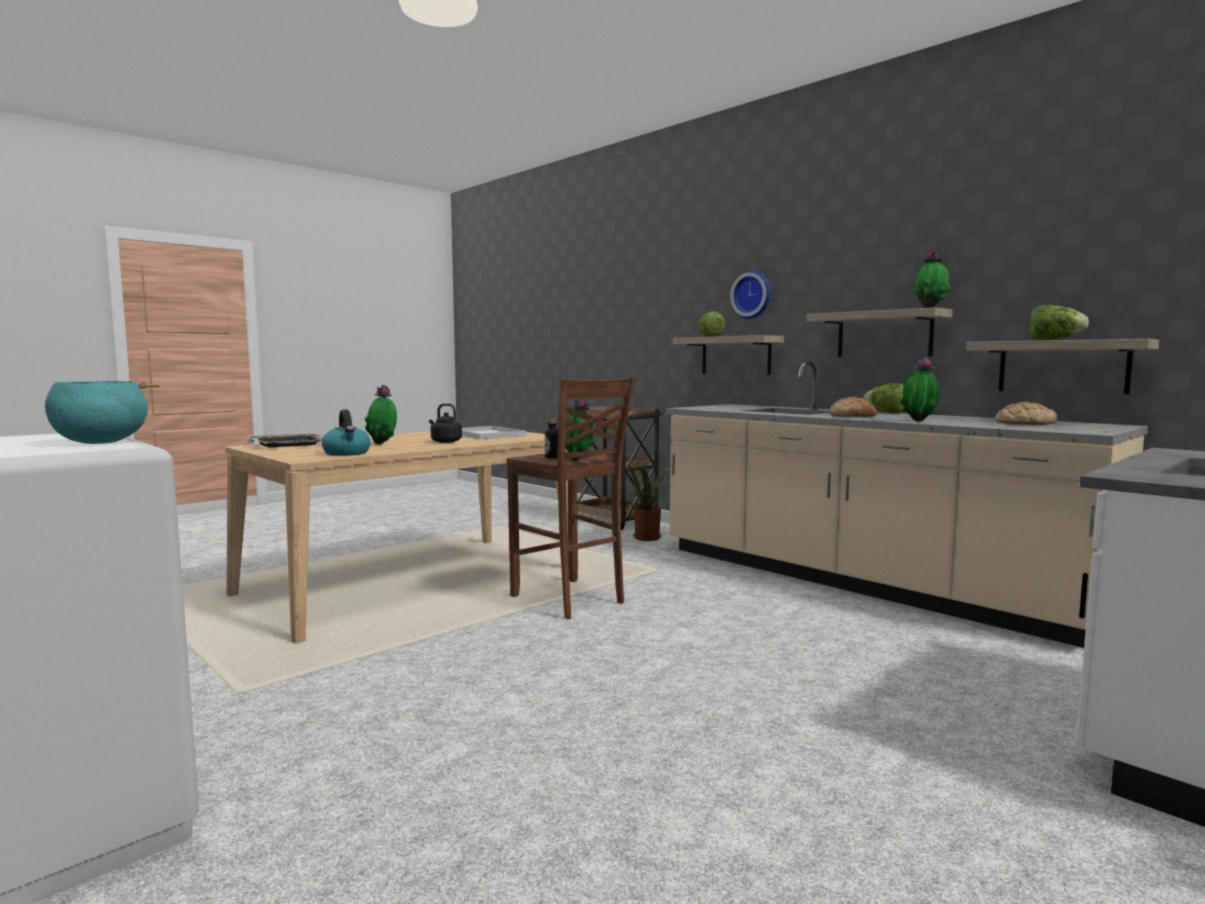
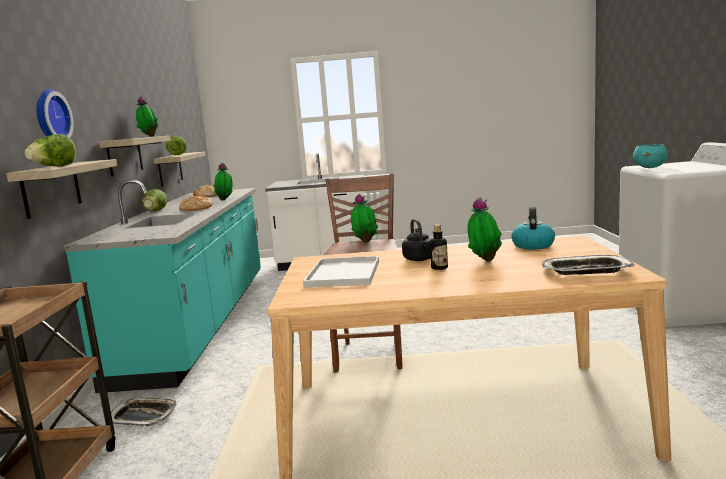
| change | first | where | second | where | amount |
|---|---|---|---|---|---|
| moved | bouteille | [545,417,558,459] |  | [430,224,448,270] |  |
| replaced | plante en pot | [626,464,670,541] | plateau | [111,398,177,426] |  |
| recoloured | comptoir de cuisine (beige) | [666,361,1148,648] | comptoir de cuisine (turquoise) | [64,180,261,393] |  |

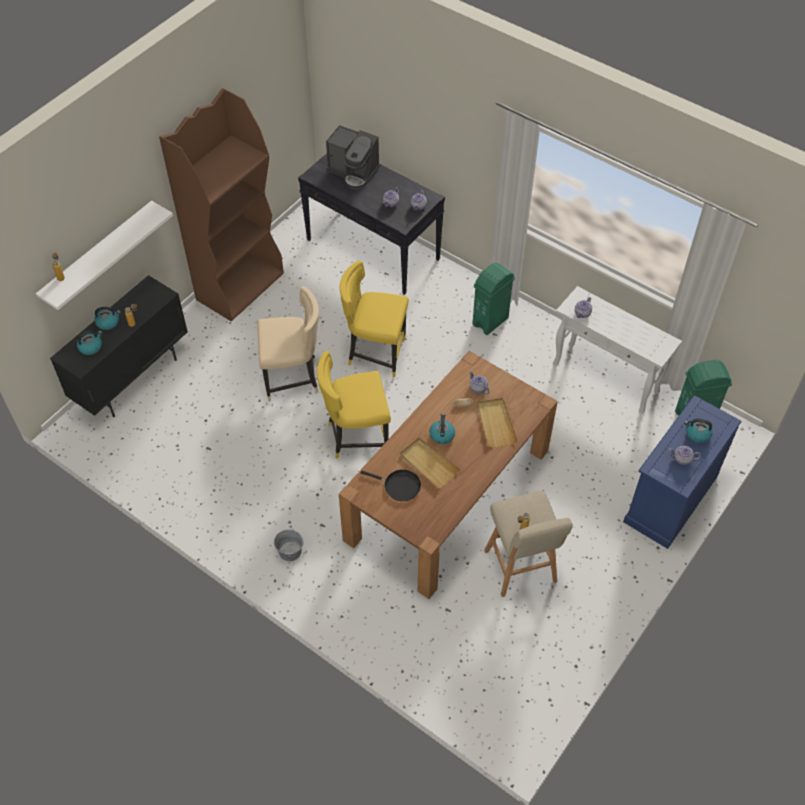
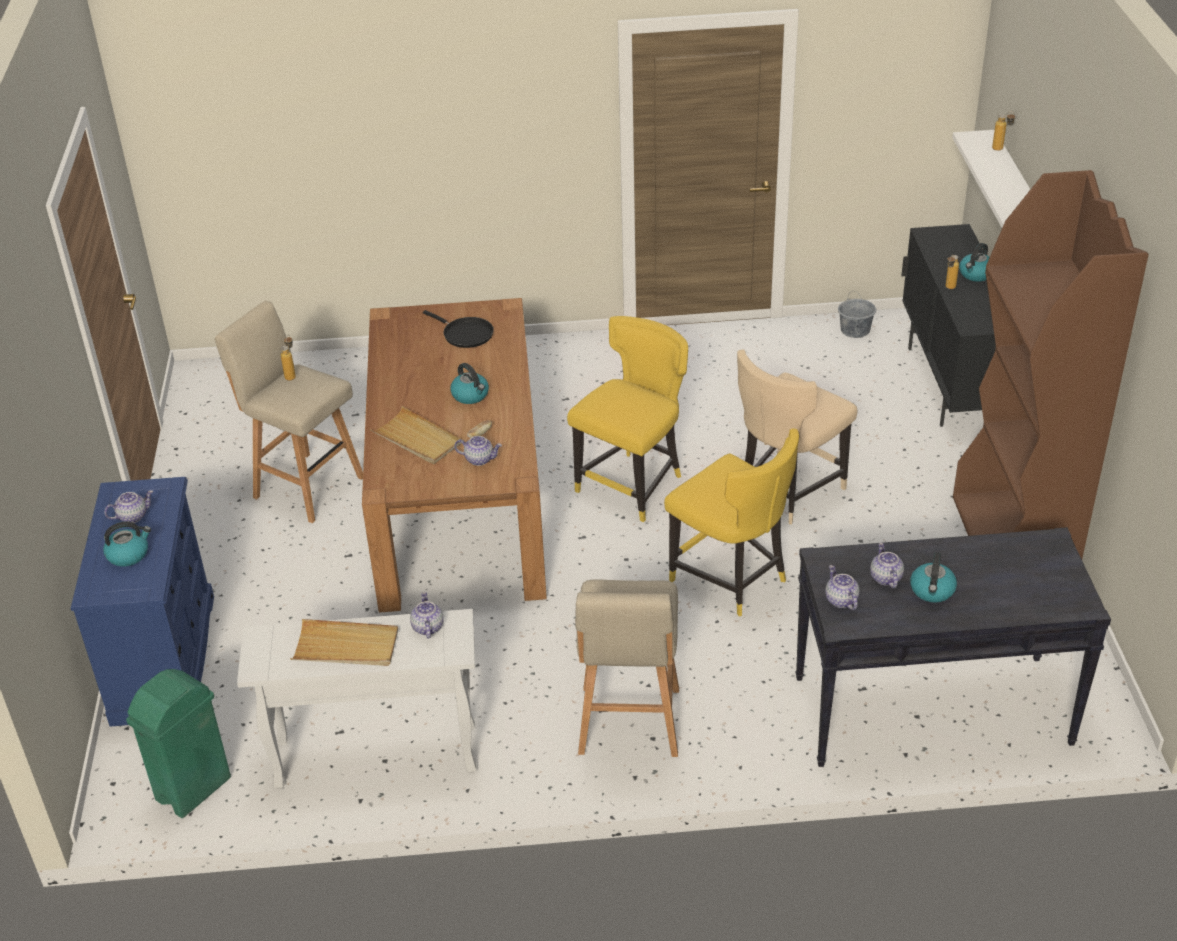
| change | first | where | second | where | amount |
|---|---|---|---|---|---|
| removed | machine à café | [326,125,381,189] |  |  |  |
| moved | bouilloire | [77,330,102,355] |  | [910,552,957,603] |  |
| moved | seau (gris) | [274,530,303,561] |  | [838,291,876,338] |  |
| moved | plateau (beige) | [400,438,460,488] |  | [290,619,398,666] |  |
| replaced | poubelle (vert) | [472,263,515,335] | tabouret (beige) | [575,579,679,757] |  |
| turned | chaise (jaune) | [339,261,409,377] |  | [664,429,799,616] | 75 degrees clockwise |
| turned | poêle (noir) | [360,469,421,501] |  | [423,310,494,348] | 120 degrees counterclockwise |

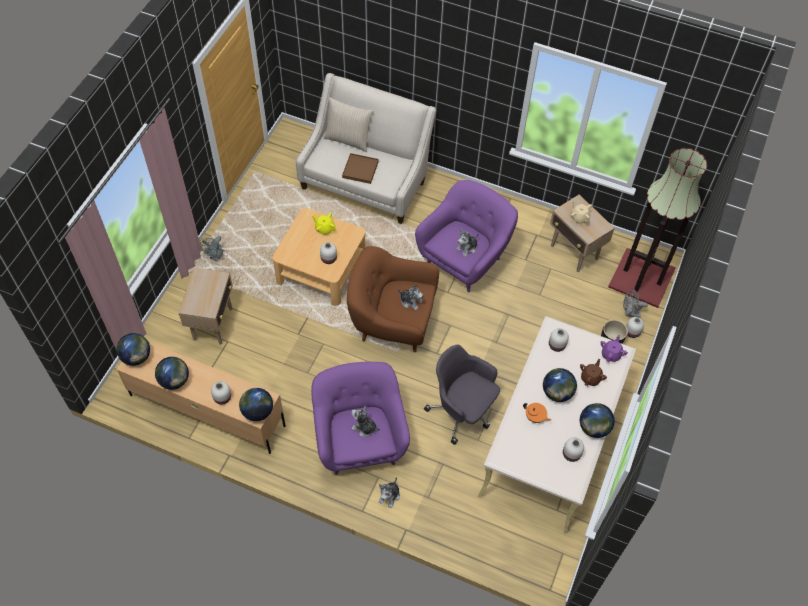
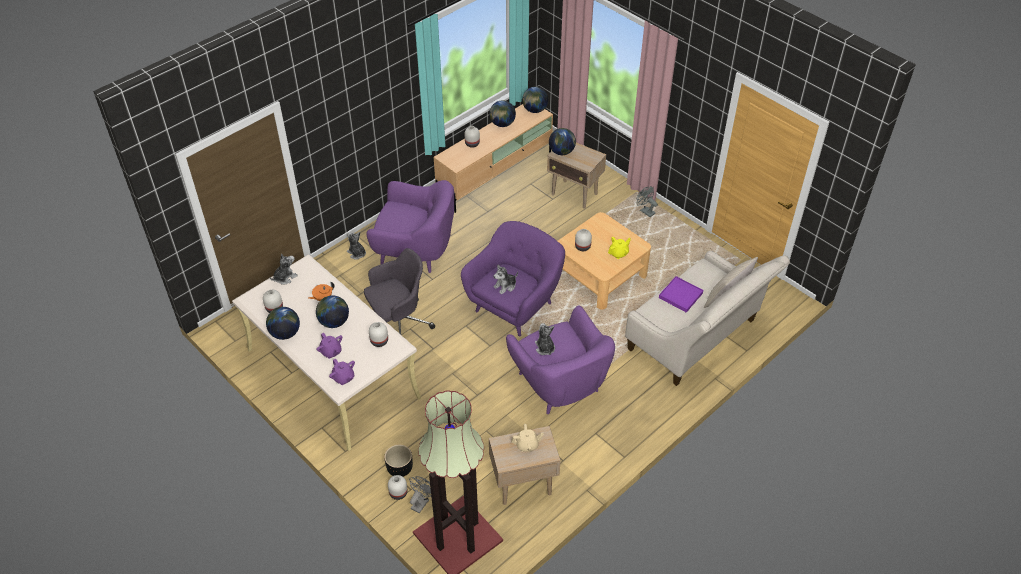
| change | first | where | second | where | amount |
|---|---|---|---|---|---|
| moved | globe | [239,388,273,421] |  | [549,128,576,155] |  |
| moved | peluche | [351,405,380,437] |  | [270,254,298,285] |  |
| recoloured | plateau (marron) | [342,153,379,184] | plateau (violet) | [659,276,703,313] |  |
| recoloured | fauteuil (marron) | [347,246,439,353] | fauteuil (violet) | [461,221,565,337] |  |
| recoloured | théière (marron) | [580,359,607,386] | théière (violet) | [316,333,342,359] |  |

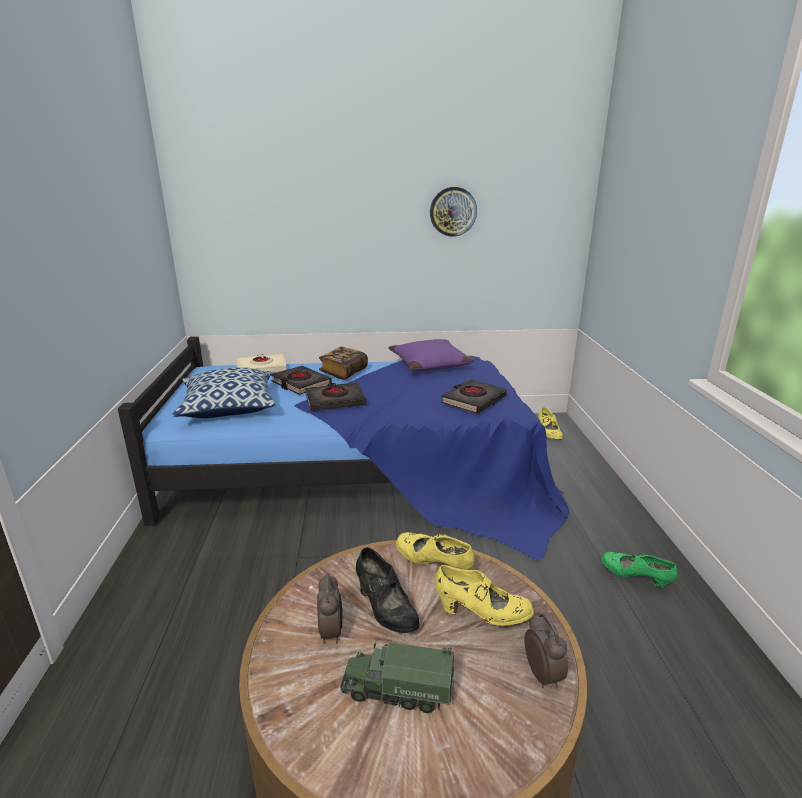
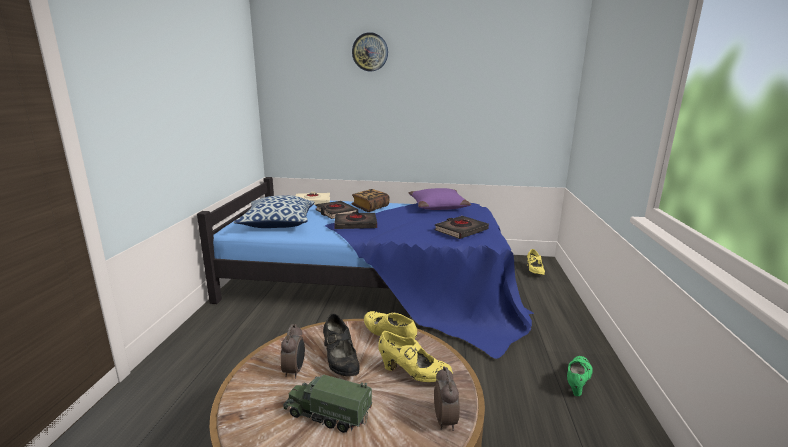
| change | first | where | second | where | amount |
|---|---|---|---|---|---|
| moved | horloge murale | [430,187,477,237] |  | [352,32,388,71] |  |
| turned | chaussure (vert) | [601,552,677,588] |  | [567,356,593,397] | 75 degrees clockwise |

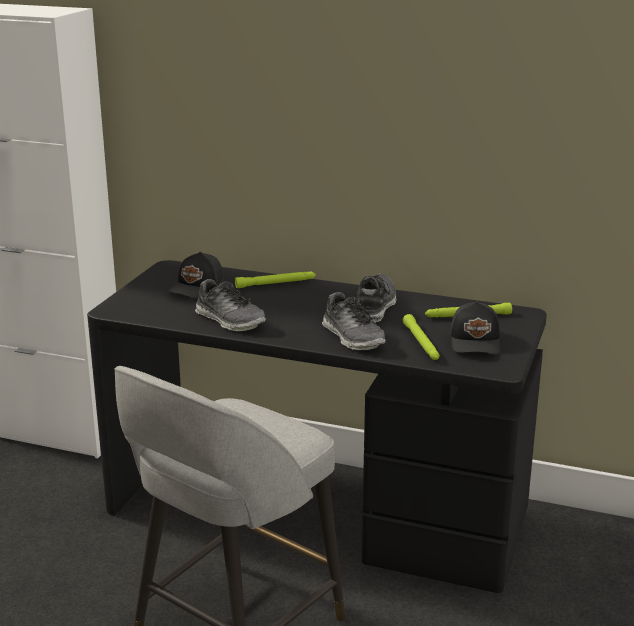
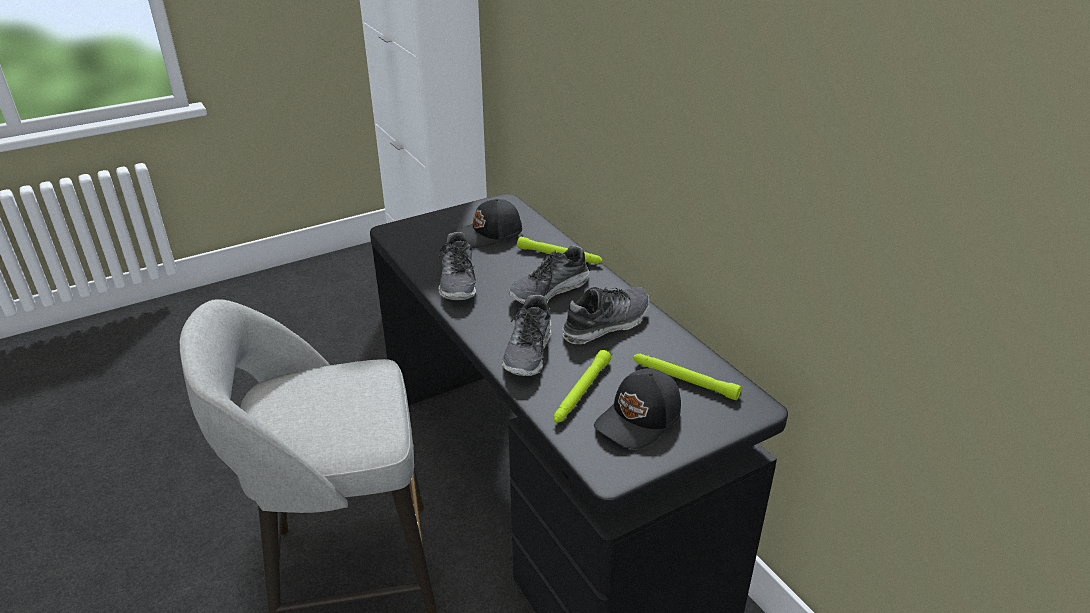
| change | first | where | second | where | amount |
|---|---|---|---|---|---|
| added |  |  | chaussure | [509,245,589,304] |  |

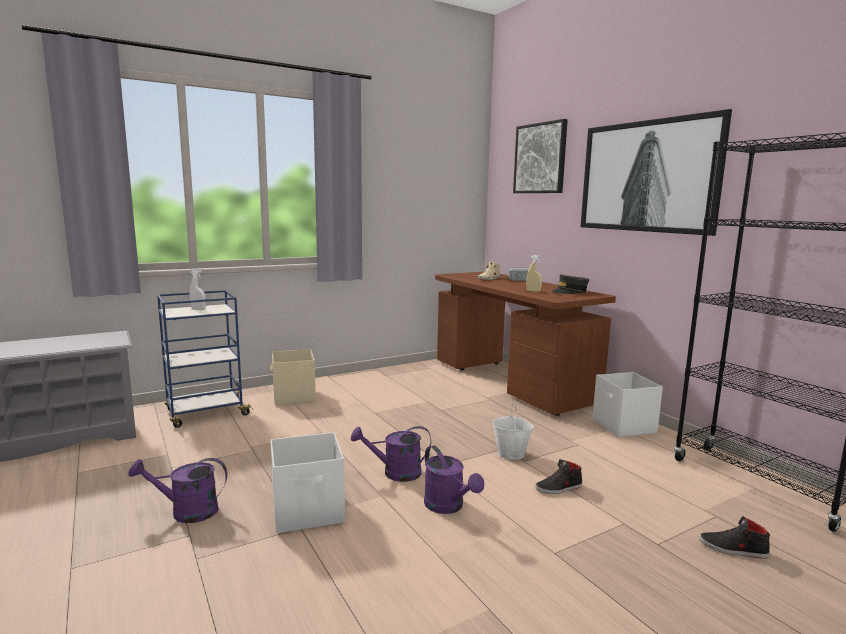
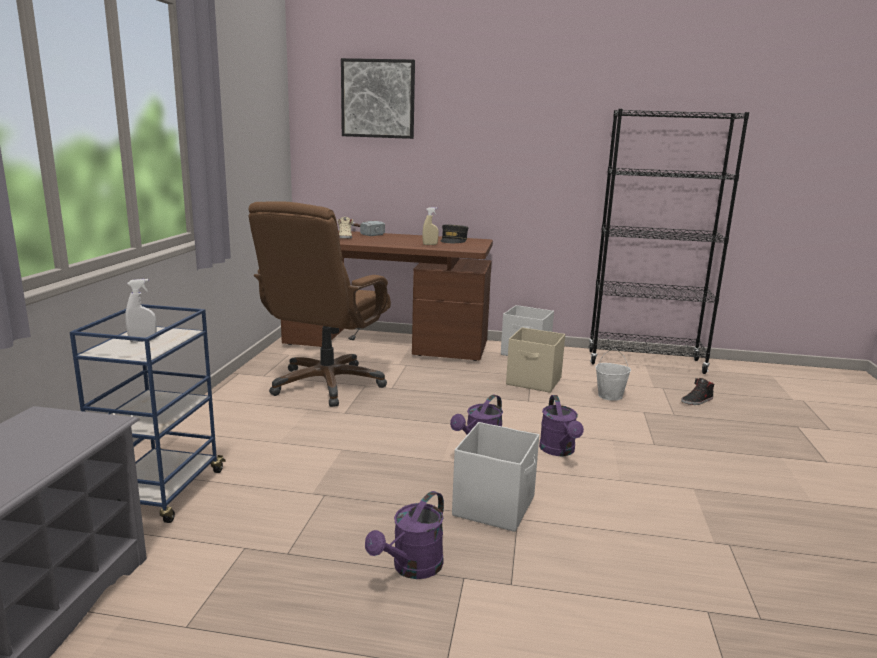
| change | first | where | second | where | amount |
|---|---|---|---|---|---|
| removed | chaussure (noir) | [535,459,582,494] |  |  |  |
| removed | tableau | [581,109,732,236] |  |  |  |
| added |  |  | chaise de bureau (marron) | [248,202,391,407] |  |
| moved | boîte de rangement (beige) | [270,349,316,406] |  | [506,327,565,393] |  |
| moved | seau (blanc) | [493,402,534,460] |  | [595,349,631,401] |  |
| turned | arrosoir (violet) | [424,445,484,514] |  | [539,395,584,456] | 75 degrees clockwise |

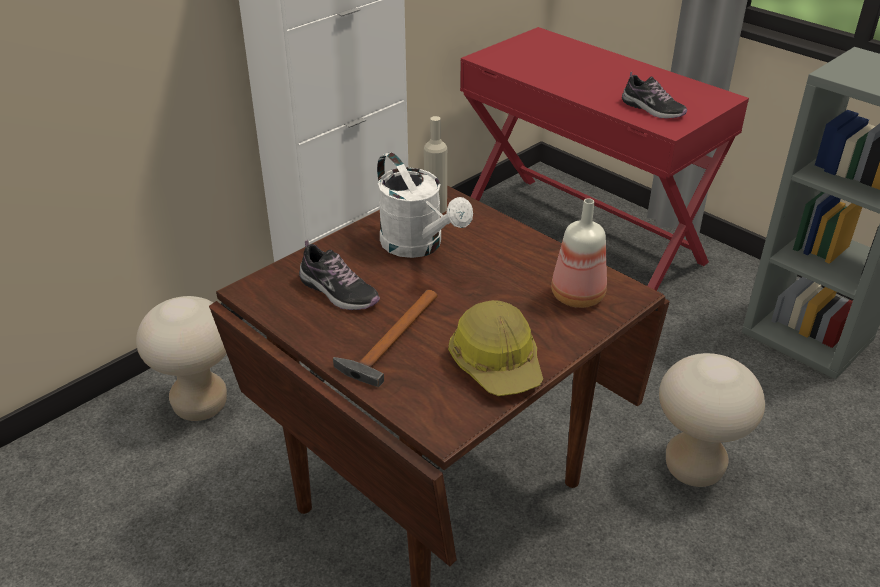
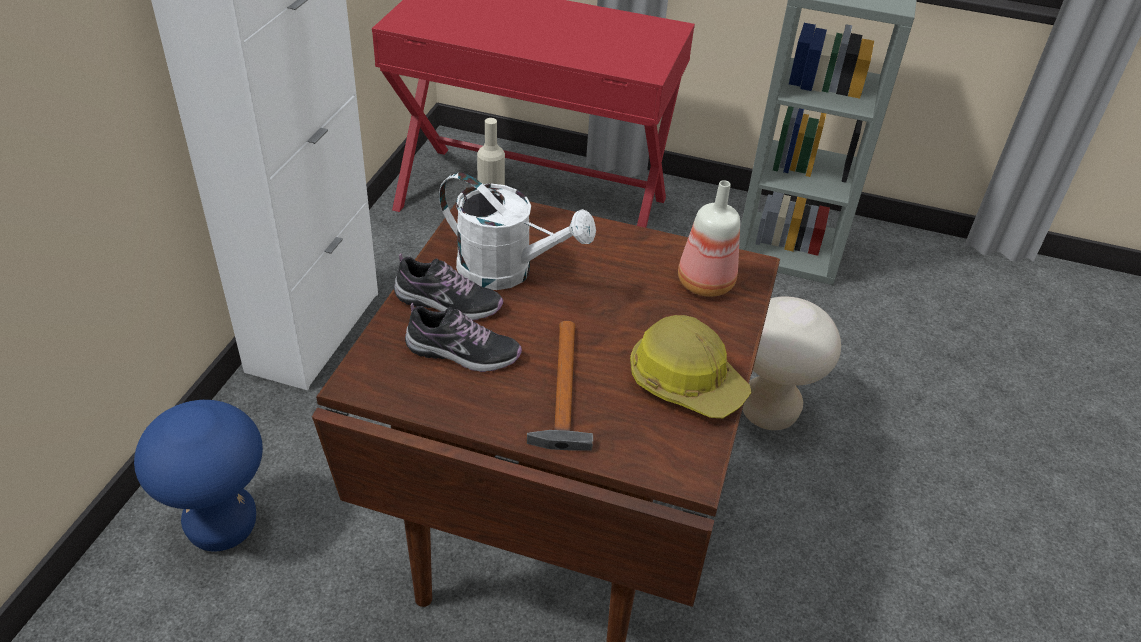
| change | first | where | second | where | amount |
|---|---|---|---|---|---|
| moved | chaussure | [622,71,687,119] |  | [394,253,503,320] |  |
| recoloured | tabouret (beige) | [136,296,227,421] | tabouret (bleu) | [134,400,263,551] |  |

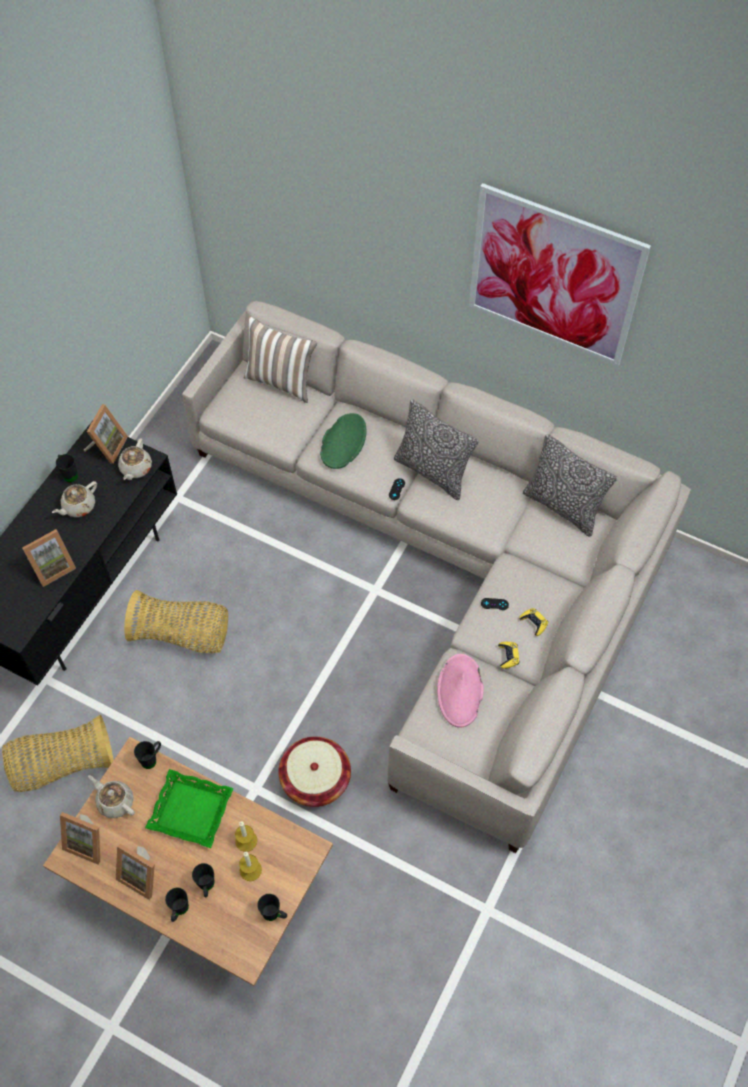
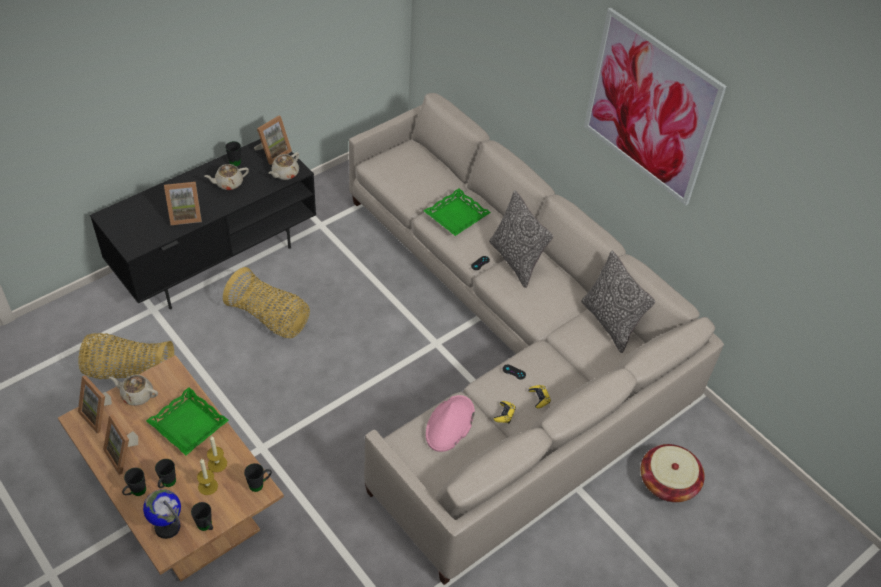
| change | first | where | second | where | amount |
|---|---|---|---|---|---|
| removed | coussin | [244,316,317,403] |  |  |  |
| added |  |  | globe | [143,489,181,539] |  |
| moved | mug (noir) | [134,741,161,769] |  | [244,463,272,492] |  |
| moved | panier | [279,737,351,807] |  | [641,444,705,502] |  |
| replaced | chapeau (vert) | [320,413,366,469] | plateau (vert) | [424,188,491,236] |  |
| turned | théière (beige) | [88,775,135,818] |  | [109,375,158,406] | 45 degrees counterclockwise |

